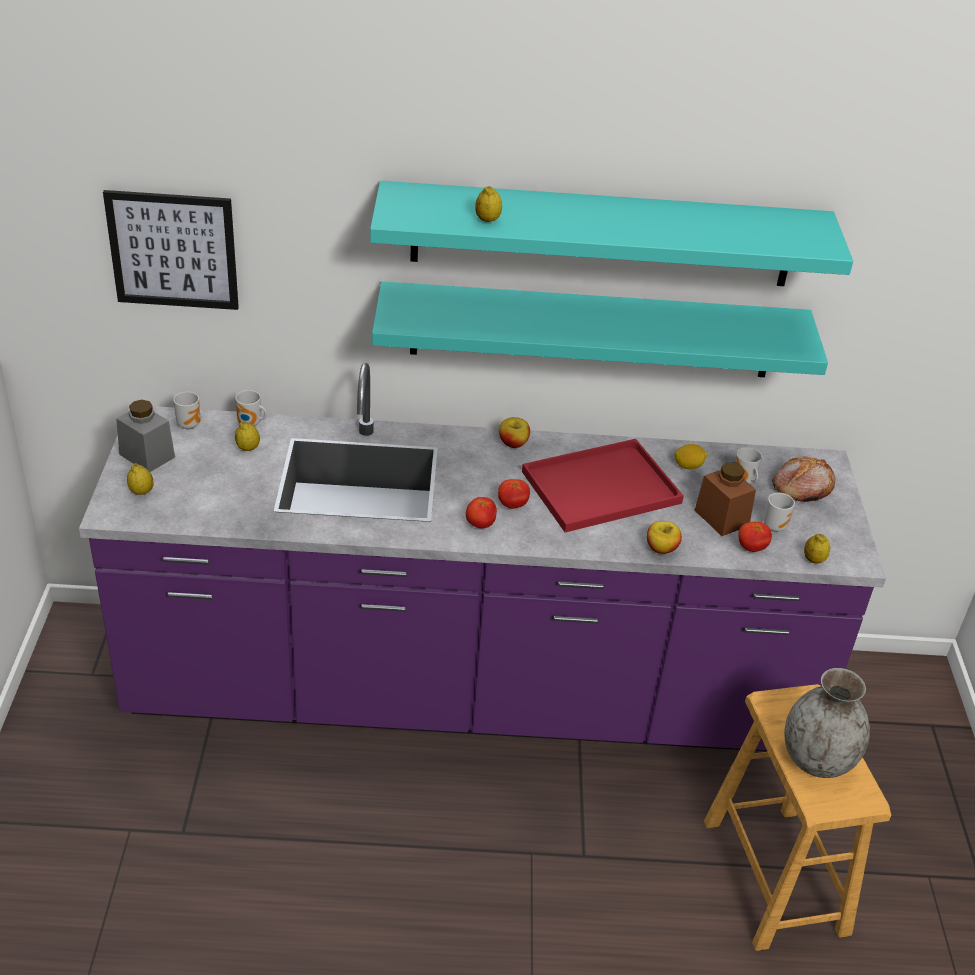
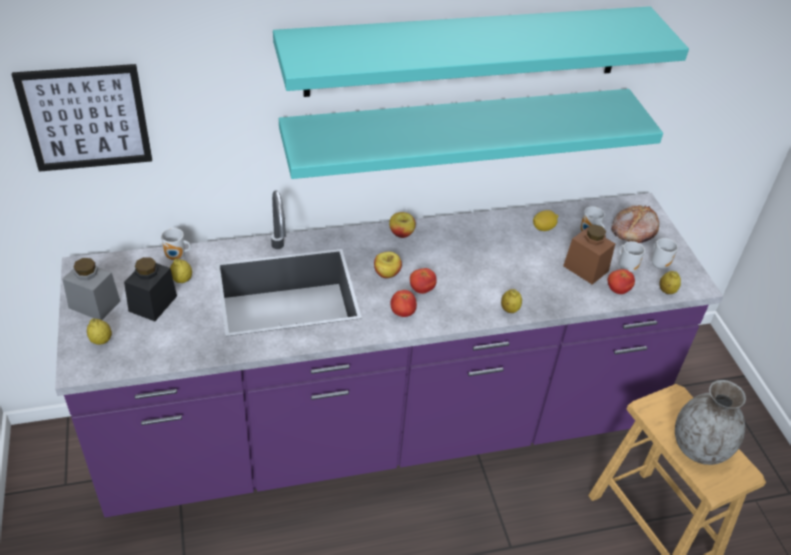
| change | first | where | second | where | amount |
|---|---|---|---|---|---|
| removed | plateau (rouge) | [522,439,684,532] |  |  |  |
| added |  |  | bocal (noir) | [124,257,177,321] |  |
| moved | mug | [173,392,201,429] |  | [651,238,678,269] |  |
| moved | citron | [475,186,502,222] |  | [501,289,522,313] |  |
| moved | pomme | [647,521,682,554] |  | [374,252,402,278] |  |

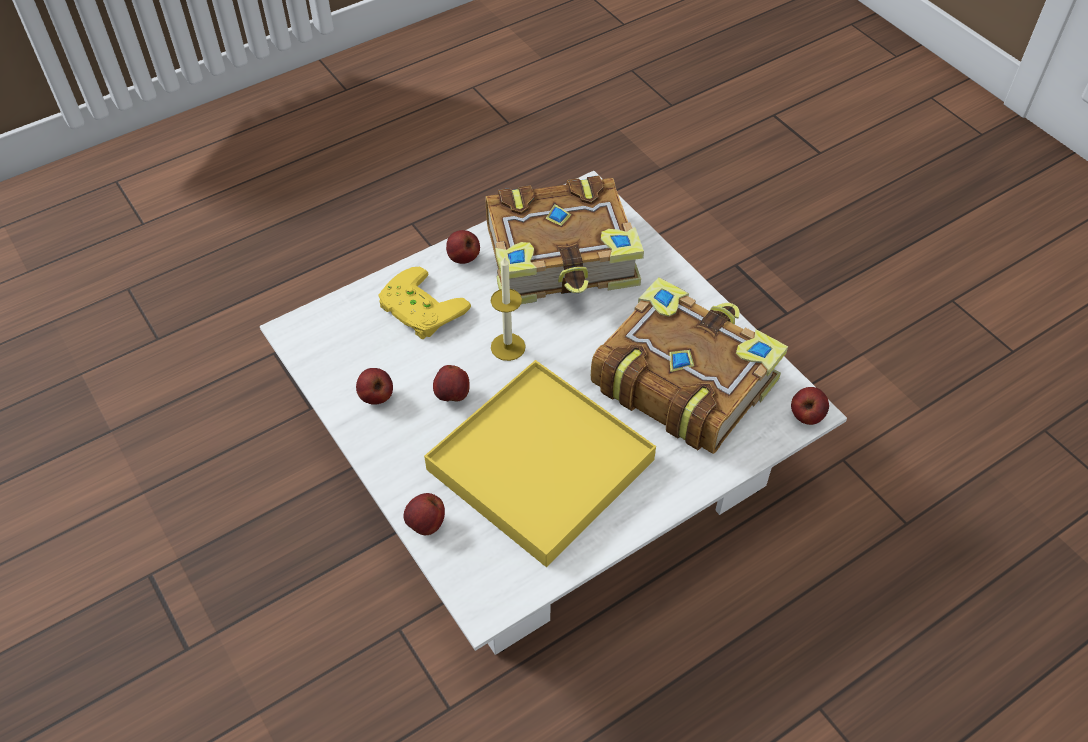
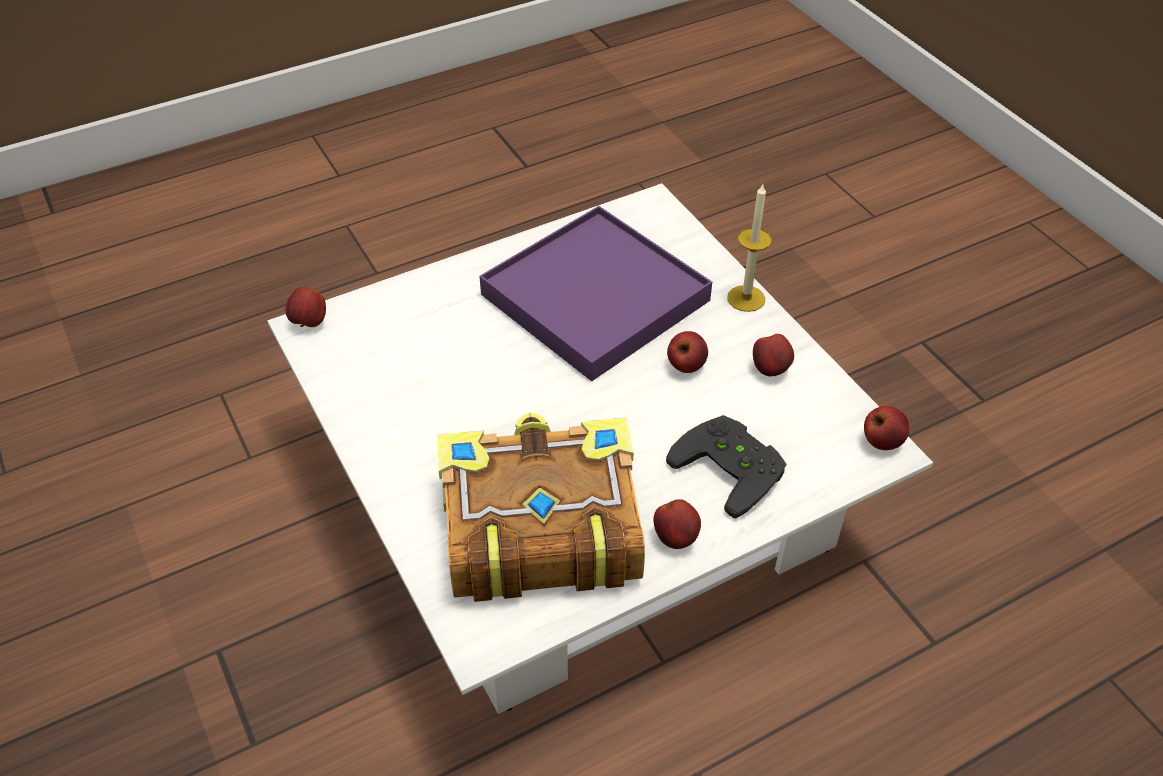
| change | first | where | second | where | amount |
|---|---|---|---|---|---|
| removed | livre | [591,277,788,454] |  |  |  |
| moved | pomme | [404,493,445,535] |  | [864,406,909,450] |  |
| moved | bougie | [491,256,526,361] |  | [727,184,772,312] |  |
| recoloured | manette (jaune) | [378,267,471,339] | manette (noir) | [666,415,786,519] |  |
| recoloured | plateau (jaune) | [424,360,656,567] | plateau (violet) | [479,206,712,381] |  |

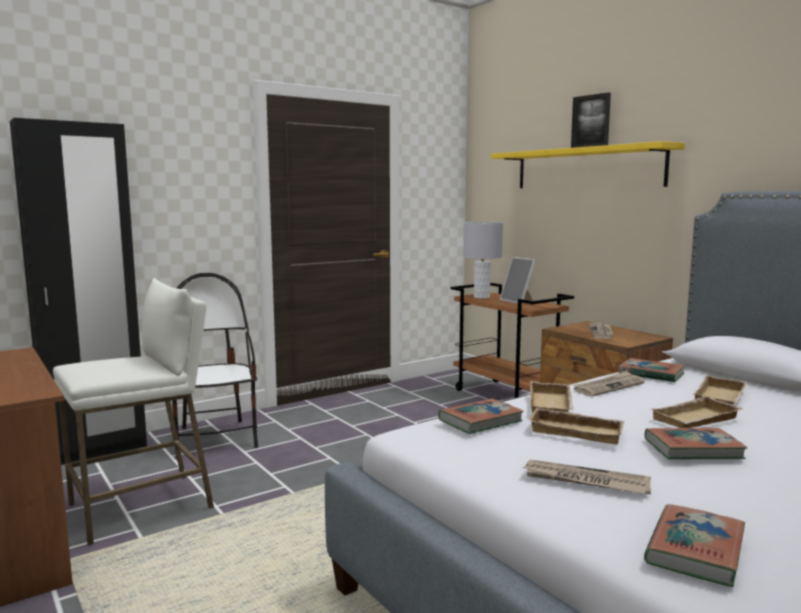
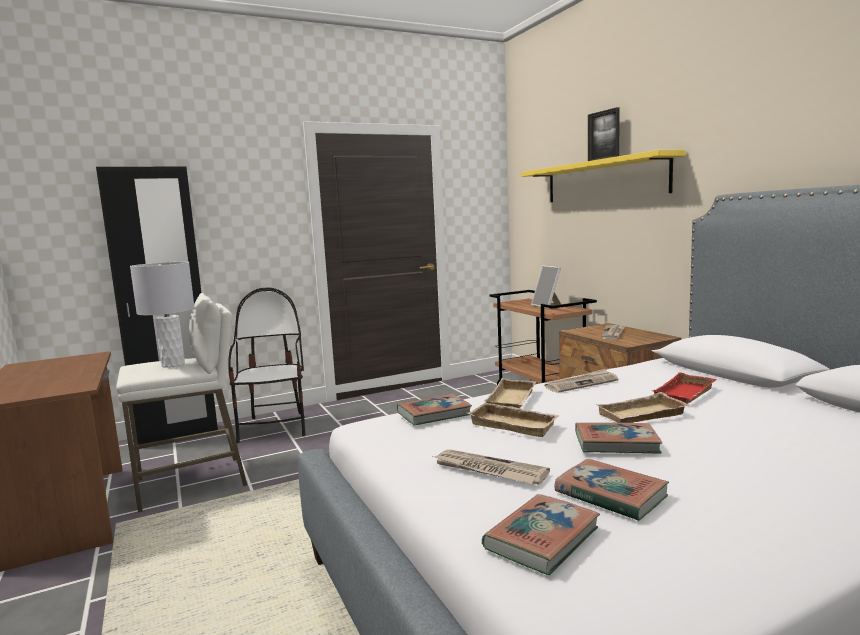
| change | first | where | second | where | amount |
|---|---|---|---|---|---|
| moved | lampe de table (gris) | [463,222,503,299] |  | [130,262,195,368] |  |
| moved | livre | [618,358,685,383] |  | [555,459,669,521] |  |
| recoloured | plateau (beige) | [694,375,747,405] | plateau (rouge) | [653,372,717,404] |  |

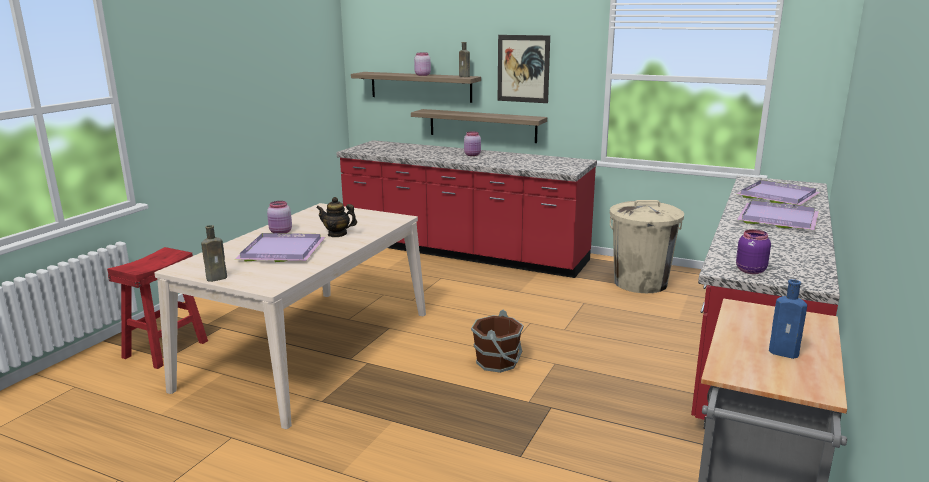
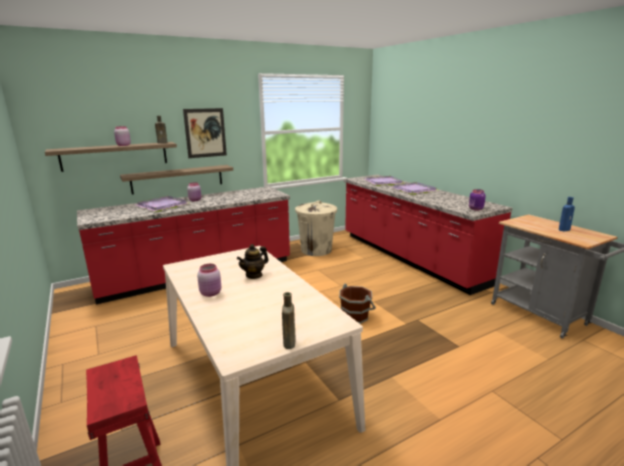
| change | first | where | second | where | amount |
|---|---|---|---|---|---|
| moved | plateau (violet) | [234,233,326,262] |  | [136,196,189,212] |  |

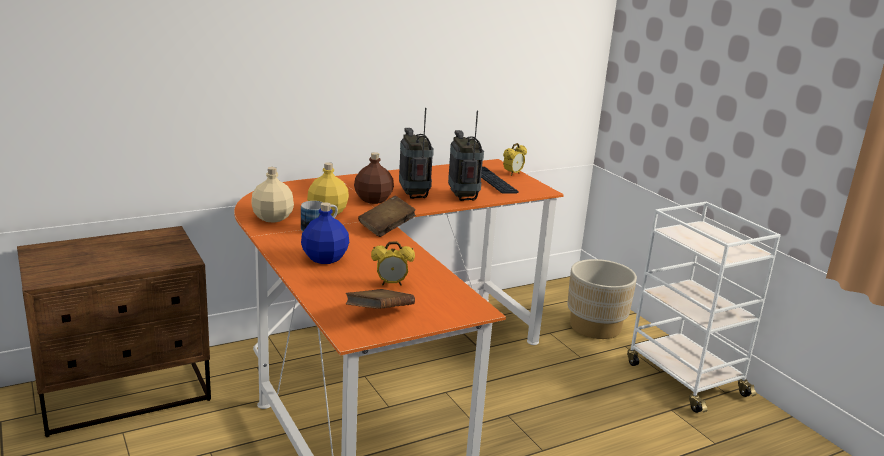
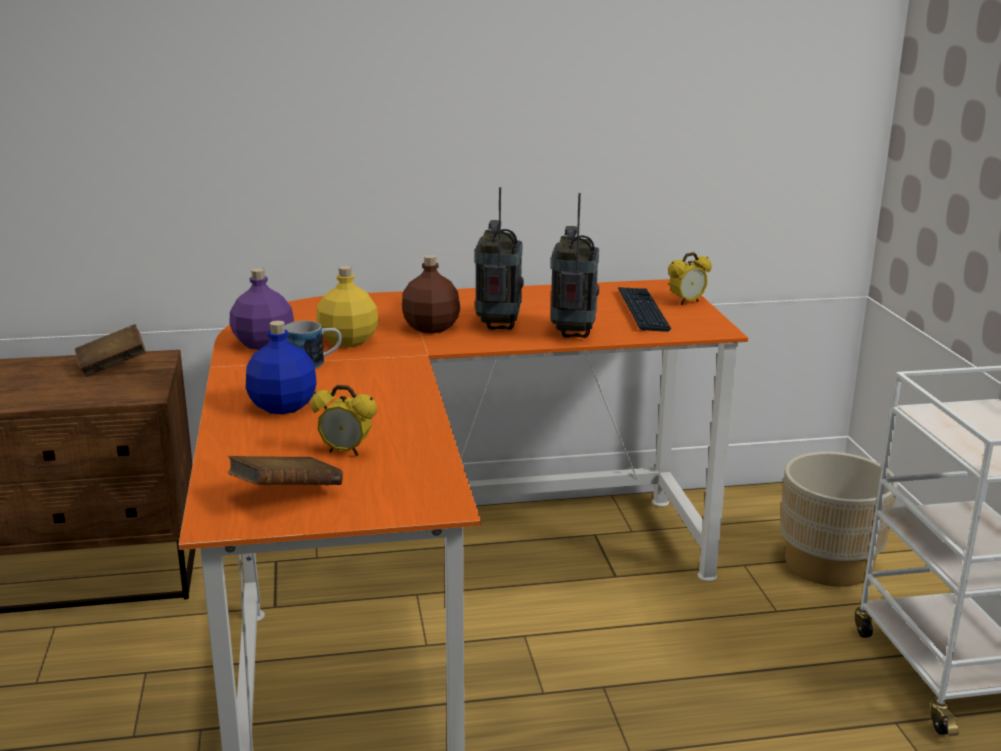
| change | first | where | second | where | amount |
|---|---|---|---|---|---|
| moved | livre (marron) | [358,196,416,237] |  | [75,324,146,377] |  |
| recoloured | bouteille (beige) | [251,167,294,223] | bouteille (violet) | [229,268,294,350] |  |

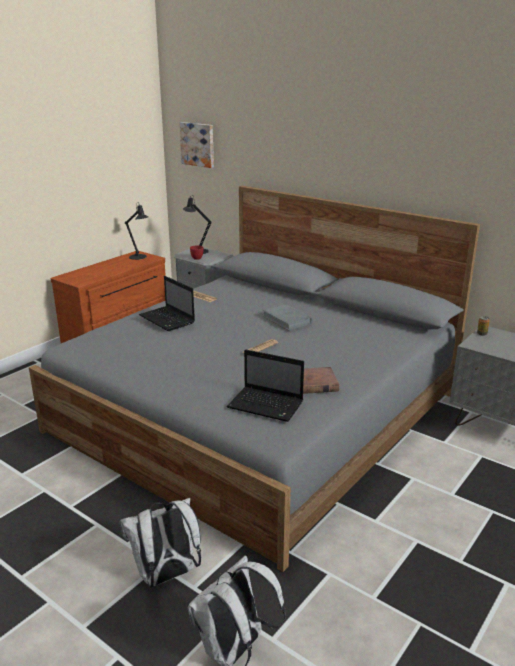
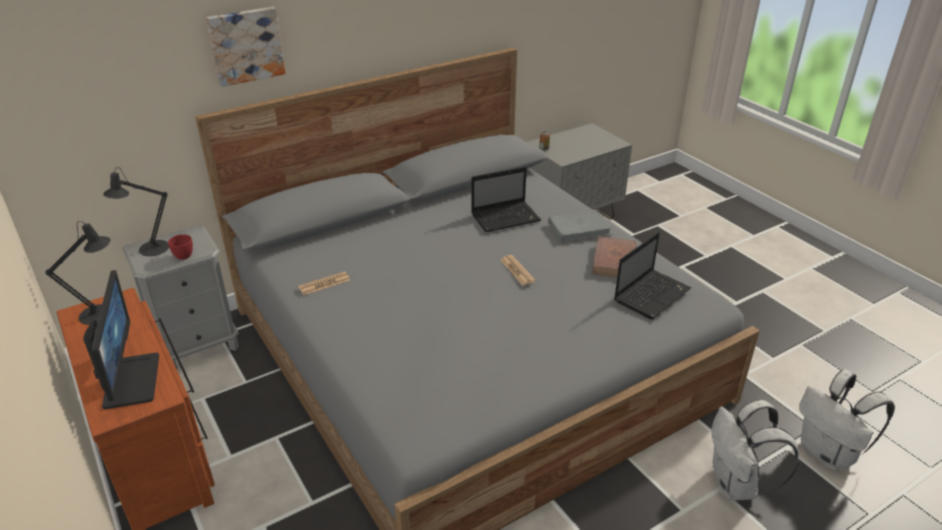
| change | first | where | second | where | amount |
|---|---|---|---|---|---|
| added |  |  | écran d'ordinateur | [83,270,159,409] |  |
| moved | ordinateur portable | [139,276,195,331] |  | [471,167,541,232] |  |
| moved | tableau | [179,122,214,168] |  | [206,7,286,87] |  |
| moved | livre (gris) | [263,304,312,331] |  | [548,210,612,243] |  |

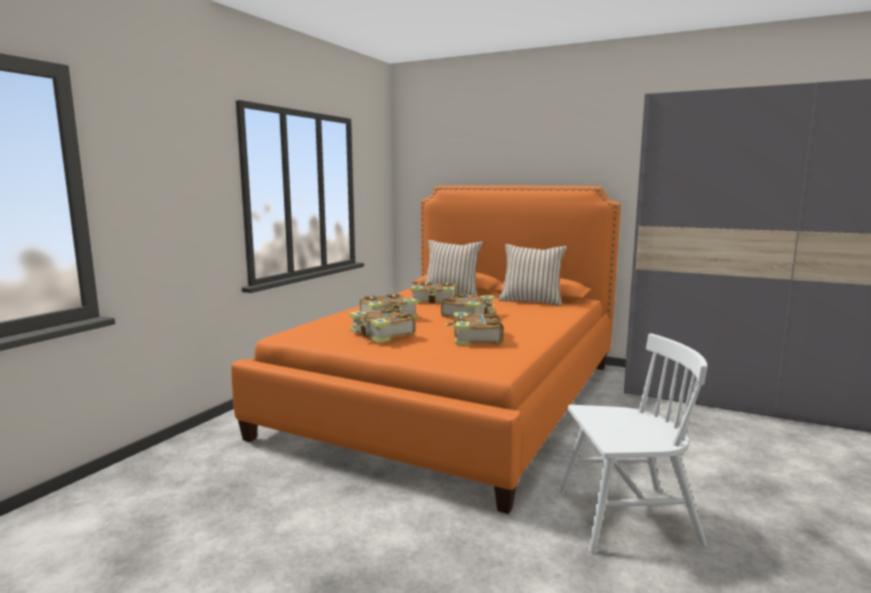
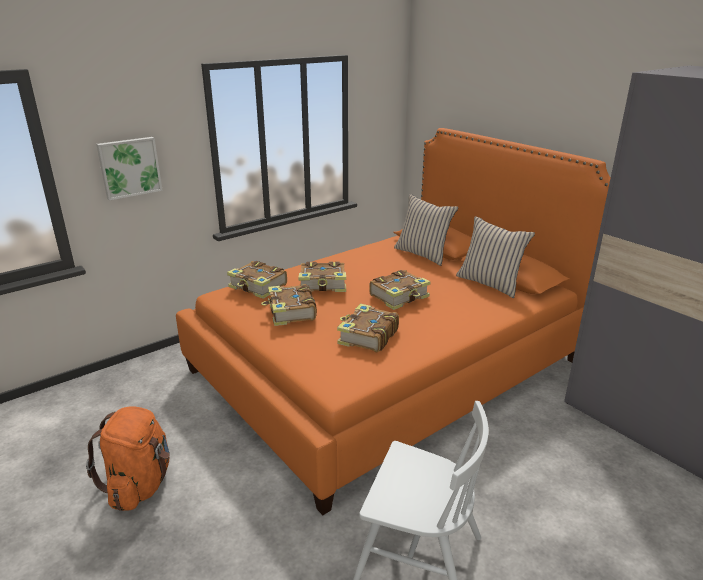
| change | first | where | second | where | amount |
|---|---|---|---|---|---|
| added |  |  | sac à dos (orange) | [86,406,170,511] |  |
| added |  |  | tableau | [96,137,163,200] |  |
| moved | livre | [411,282,456,303] |  | [227,261,287,299] |  |

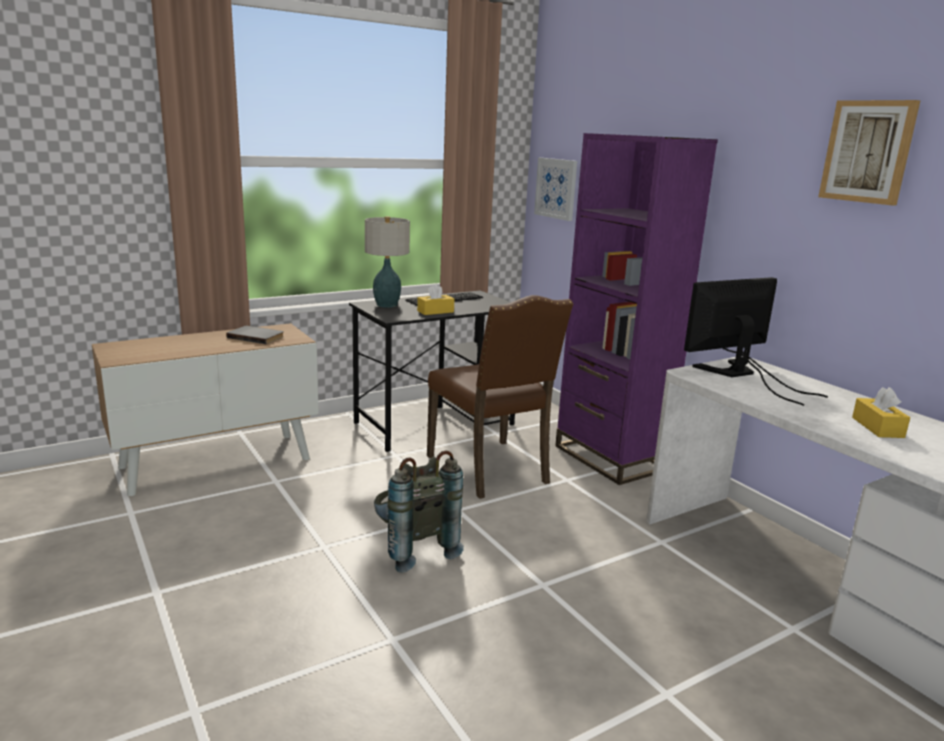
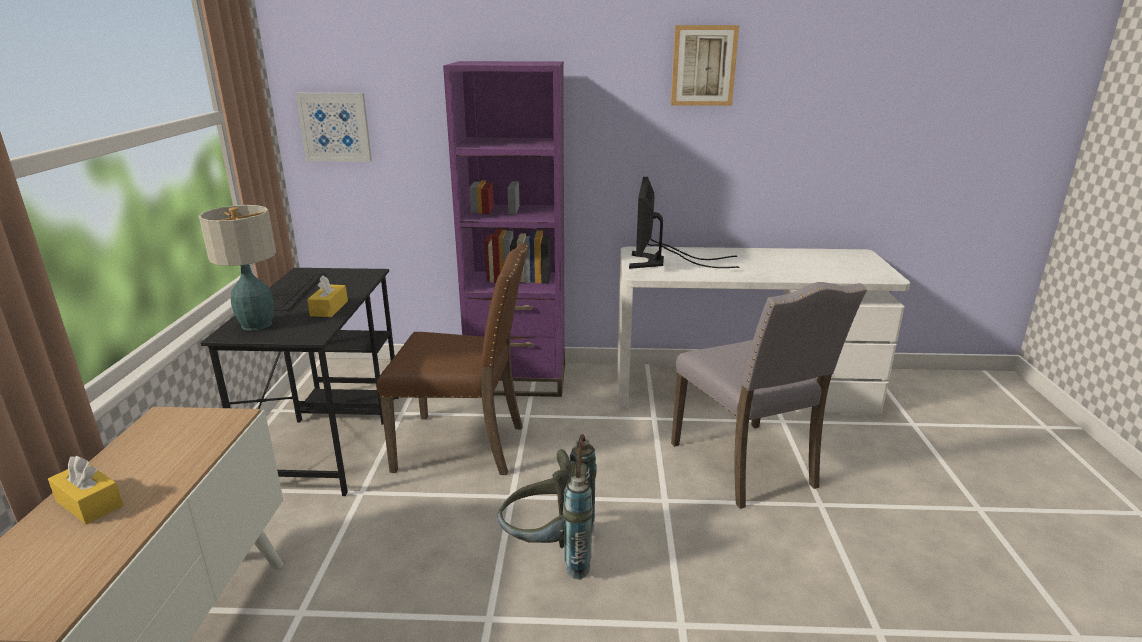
| change | first | where | second | where | amount |
|---|---|---|---|---|---|
| removed | livre (gris) | [226,326,284,344] |  |  |  |
| added |  |  | chaise (gris) | [671,282,867,509] |  |
| moved | boîte à mouchoirs (jaune) | [852,387,910,438] |  | [48,456,123,524] |  |

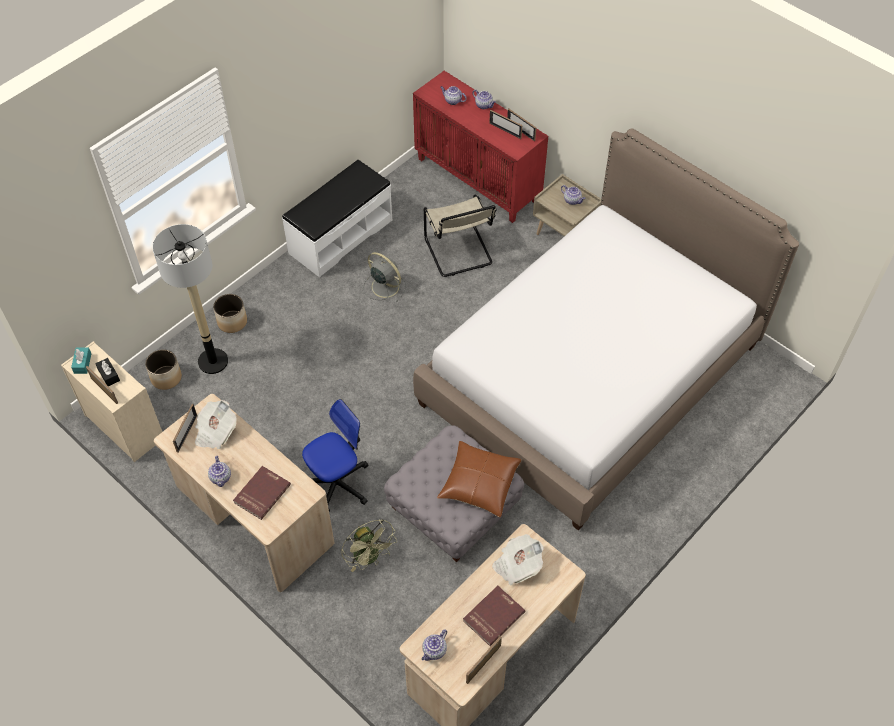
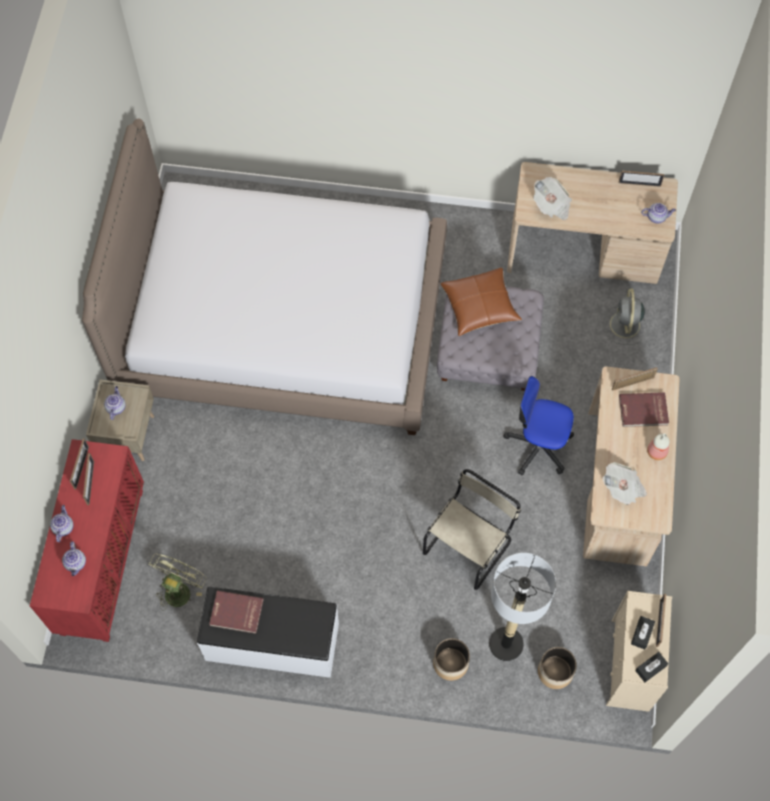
| change | first | where | second | where | amount |
|---|---|---|---|---|---|
| moved | cadre photo | [173,404,197,453] |  | [612,367,658,391] |  |
| moved | ventilateur (vert) | [341,519,397,572] |  | [149,554,206,611] |  |
| moved | ventilateur (gris) | [363,252,406,302] |  | [604,288,647,345] |  |
| moved | chaise (beige) | [424,195,497,277] |  | [423,469,521,590] |  |
| moved | livre (rouge) | [463,586,525,646] |  | [209,590,263,634] |  |
| replaced | théière | [208,456,231,487] | bouteille | [647,433,670,460] |  |
| recoloured | boîte à mouchoirs (turquoise) | [71,348,91,374] | boîte à mouchoirs (noir) | [635,652,668,682] |  |

